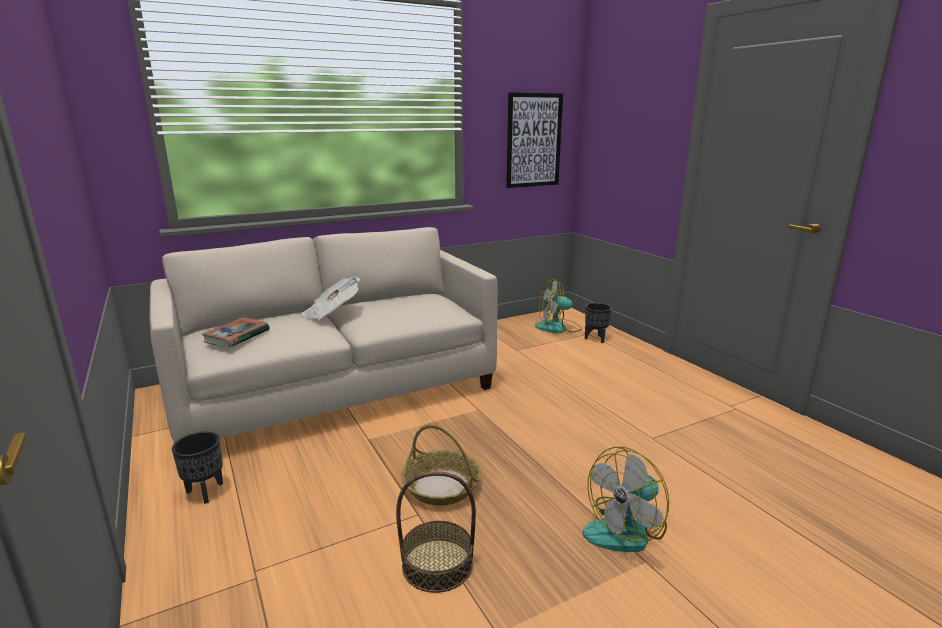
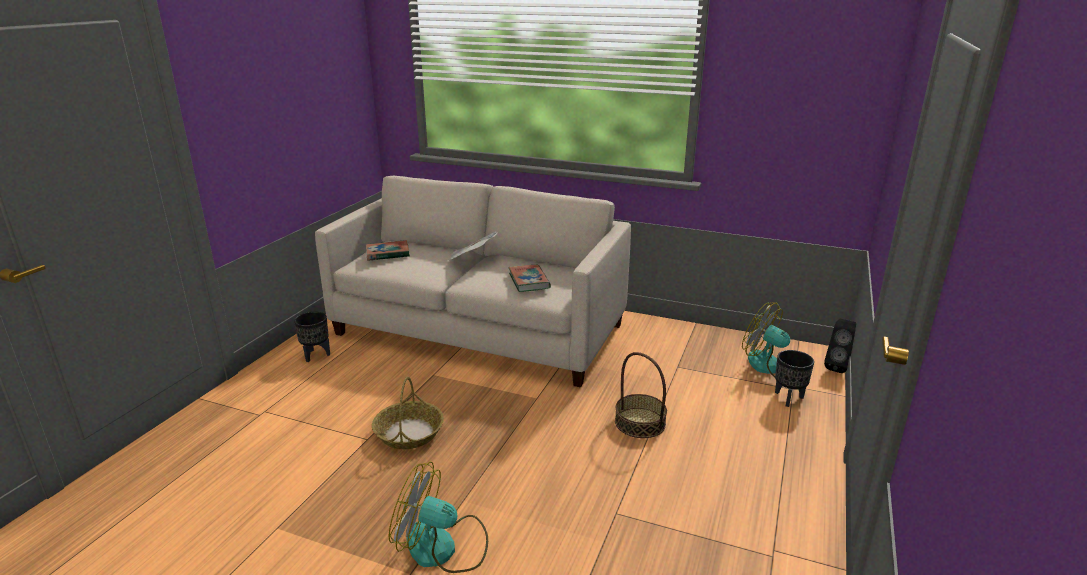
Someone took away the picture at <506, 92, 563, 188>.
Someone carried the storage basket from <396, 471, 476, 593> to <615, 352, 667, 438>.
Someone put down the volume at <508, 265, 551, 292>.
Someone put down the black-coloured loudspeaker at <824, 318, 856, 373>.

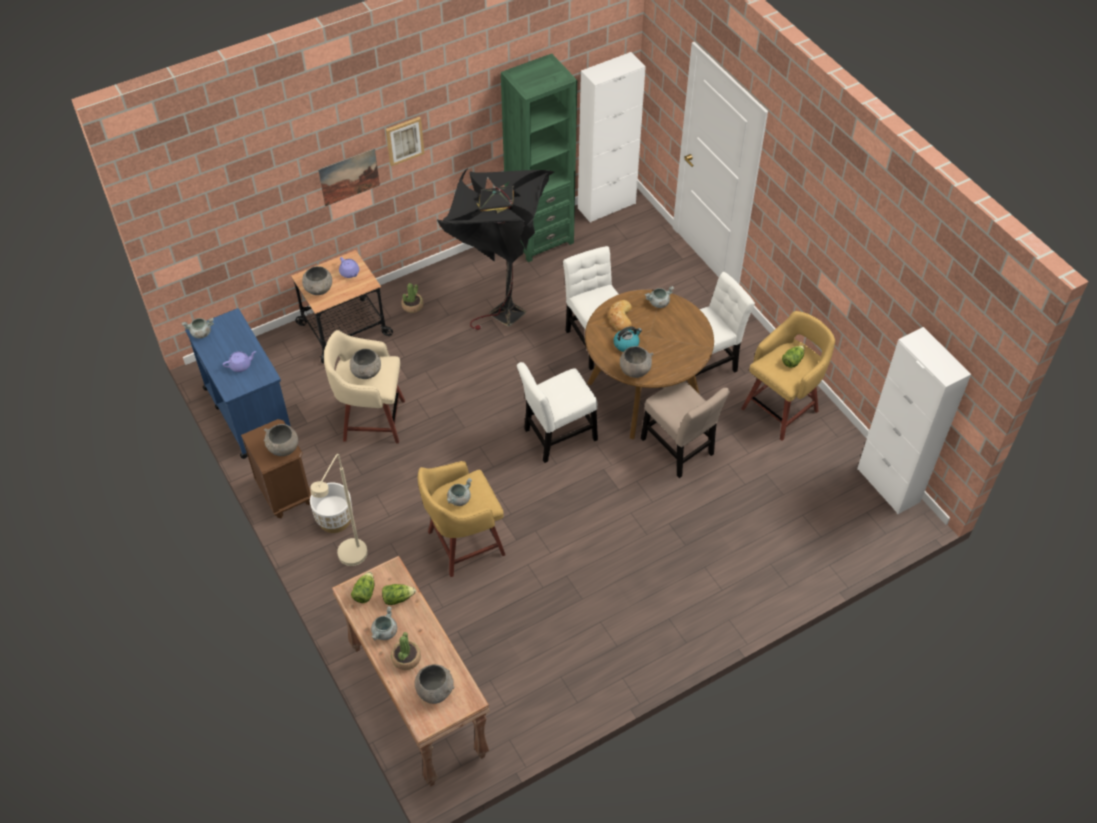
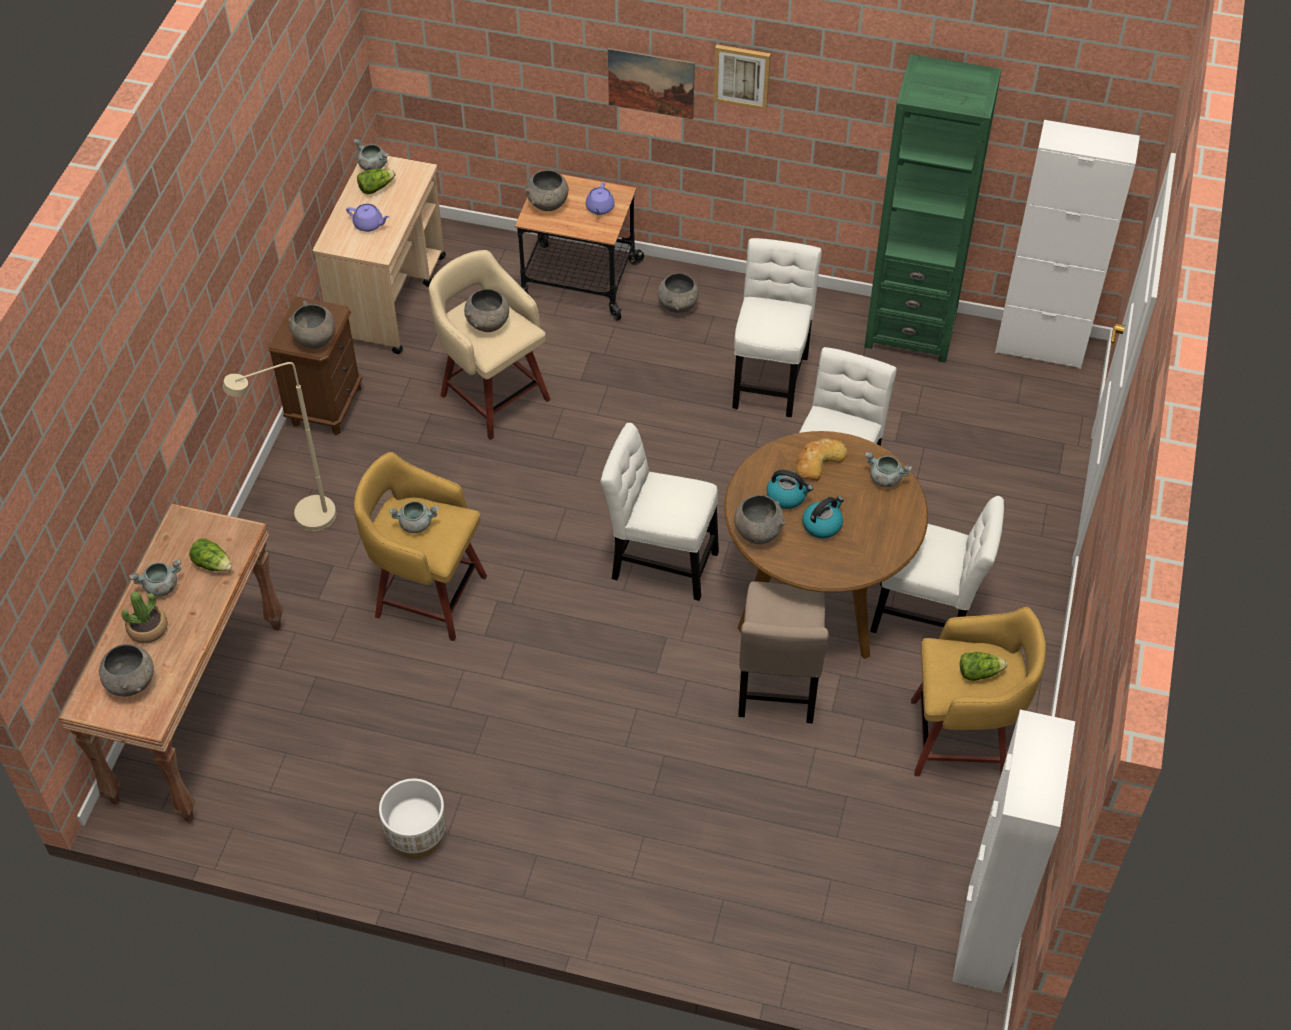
Someone swapped the black-coloured standard lamp at <437, 168, 554, 330> for the whitish upright chair at <732, 238, 822, 417>.
Someone swapped the houseplant at <401, 283, 424, 313> for the gray bowl at <658, 273, 699, 313>.
Someone repainted the blue trolley at <185, 308, 291, 459>, which became the sand-coloured trolley at <313, 156, 446, 354>.
Someone carried the whitish plant pot from <310, 483, 352, 533> to <379, 779, 446, 858>.
Someone carried the lettuce head from <351, 572, 374, 603> to <357, 169, 396, 194>.
Someone put down the kettle at <802, 496, 844, 539>.

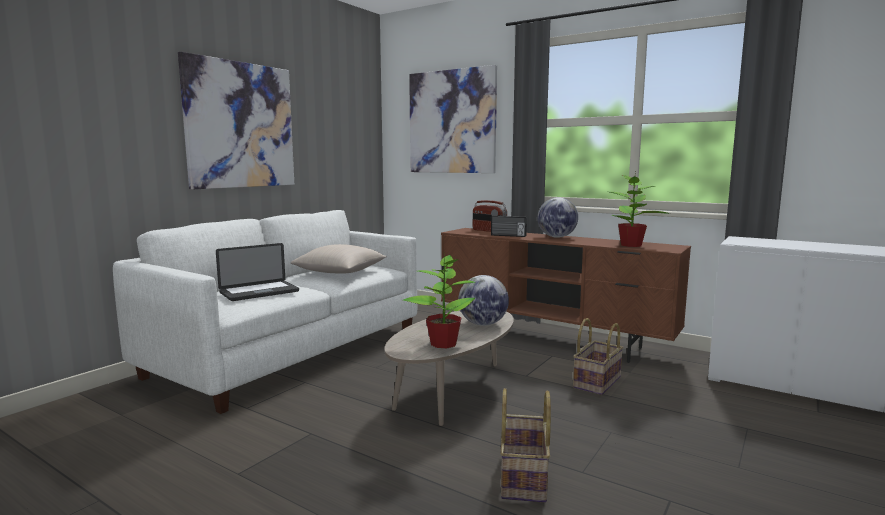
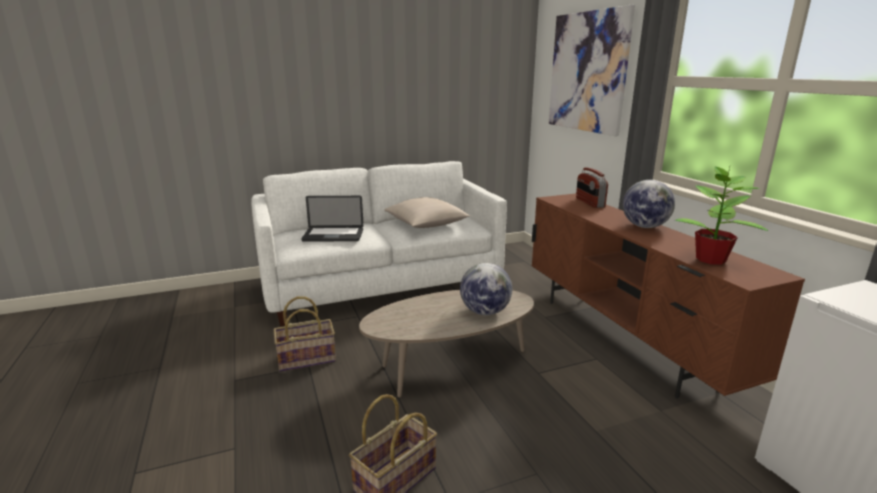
Someone took away the picture at <178, 52, 294, 190>.
Someone took away the radio set at <491, 216, 527, 237>.
Someone took away the houseplant at <403, 255, 475, 348>.
Someone carried the storage basket from <573, 318, 624, 395> to <274, 296, 336, 372>.

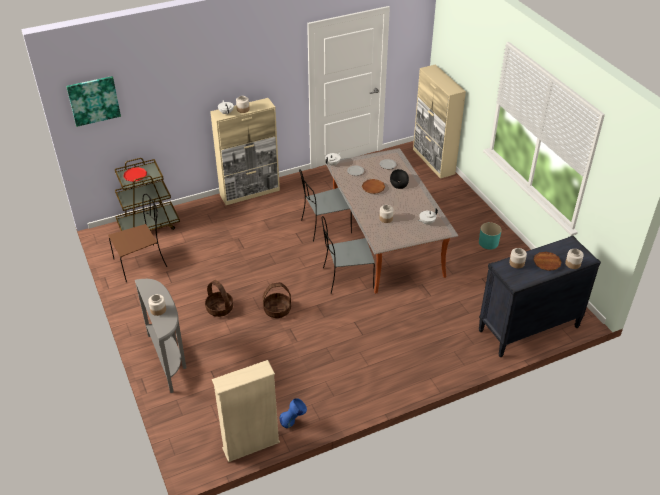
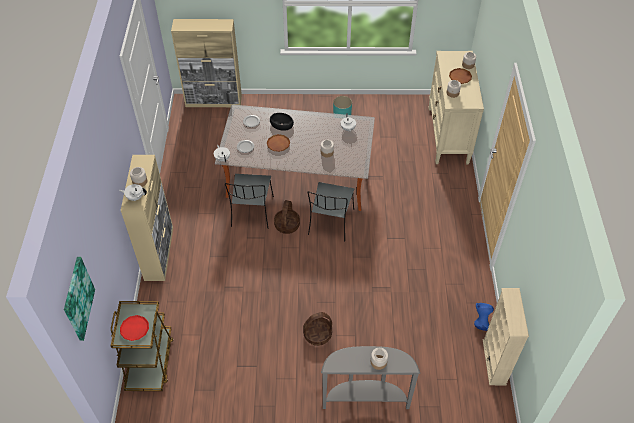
Someone took away the brown-coloured upright chair at <108, 194, 167, 282>.
Someone repainted the black-coloured drawer chest at <479, 236, 601, 358>, which became the sand-coloured drawer chest at <428, 51, 484, 165>.
Someone carried the storage basket from <263, 282, 291, 318> to <274, 200, 300, 234>.

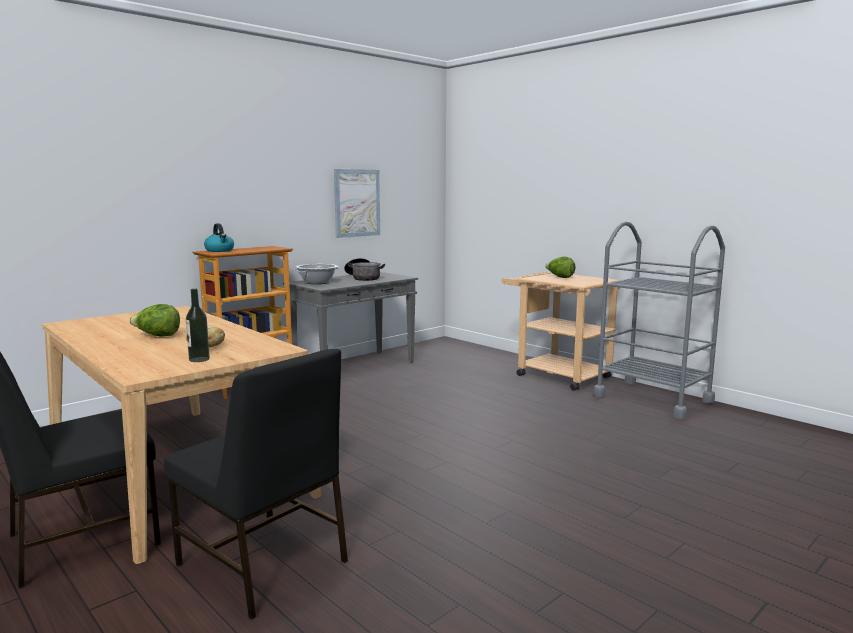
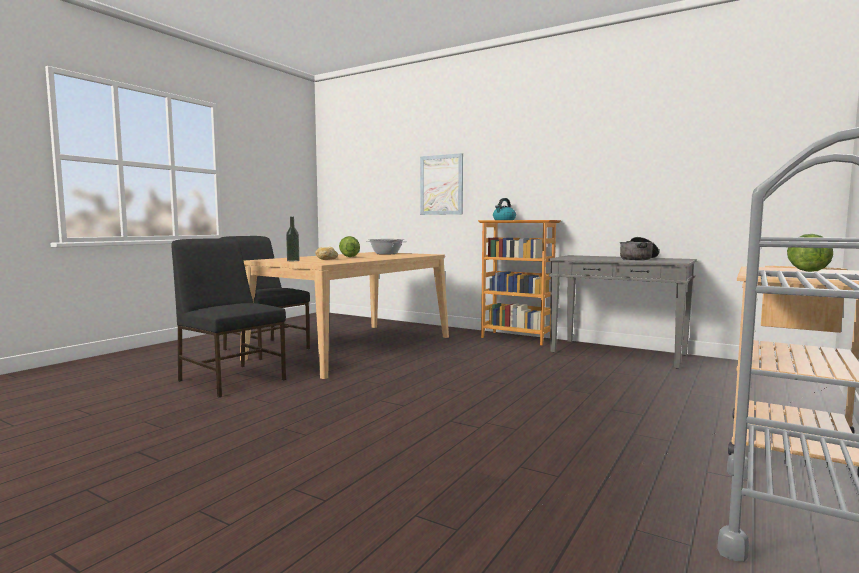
Someone carried the picture from <334, 169, 380, 238> to <420, 153, 463, 215>.
Someone carried the cooking pot from <292, 264, 341, 284> to <366, 239, 407, 254>.
Someone rotated the black-coloured upright chair at <164, 349, 348, 620> by 105 degrees clockwise.

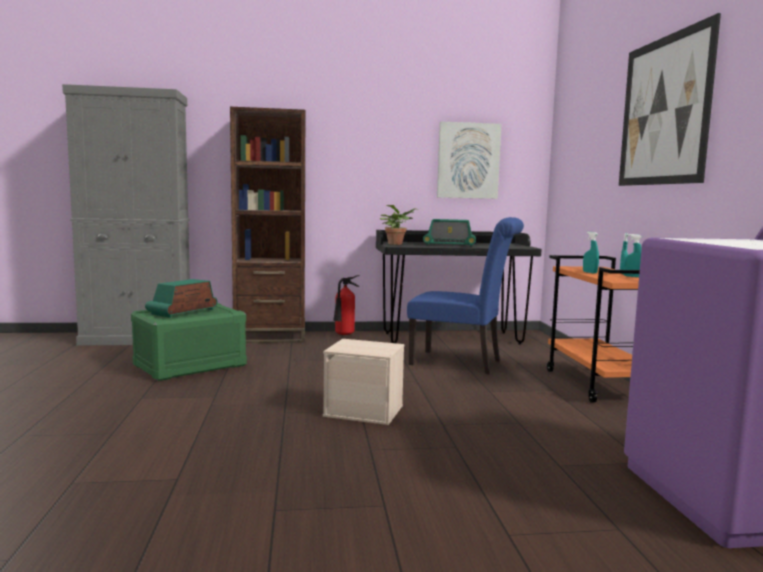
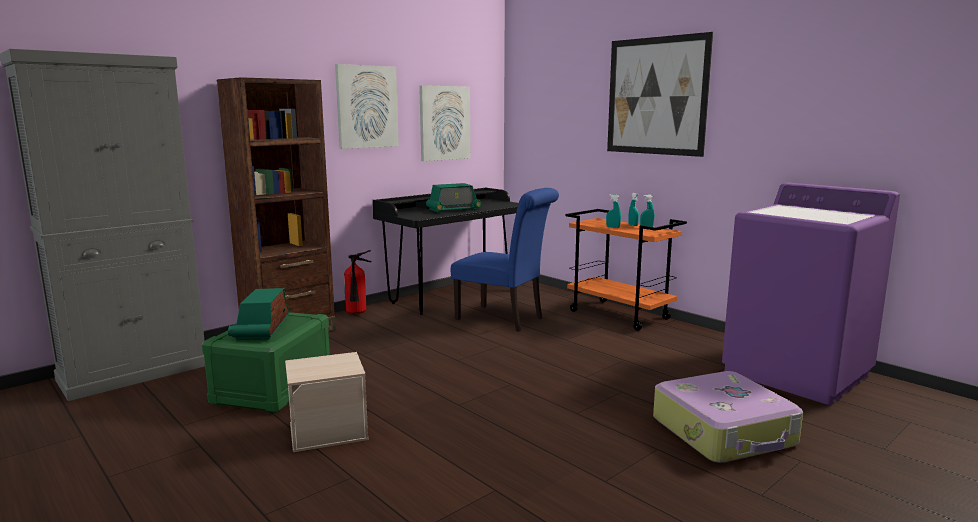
Someone took away the houseplant at <380, 205, 418, 245>.
Someone rotated the blue upright chair at <407, 217, 524, 374> by 45 degrees clockwise.
Someone carried the sand-coloured storage container from <323, 339, 404, 425> to <285, 352, 369, 452>.
Someone put up the picture at <335, 64, 399, 149>.
Someone put down the piece of luggage at <653, 371, 803, 463>.

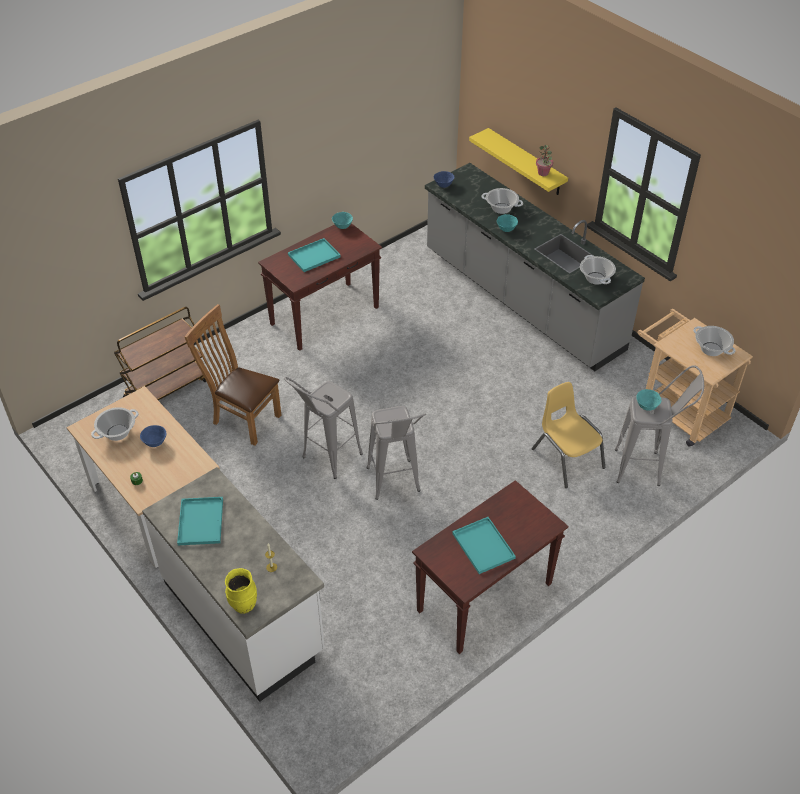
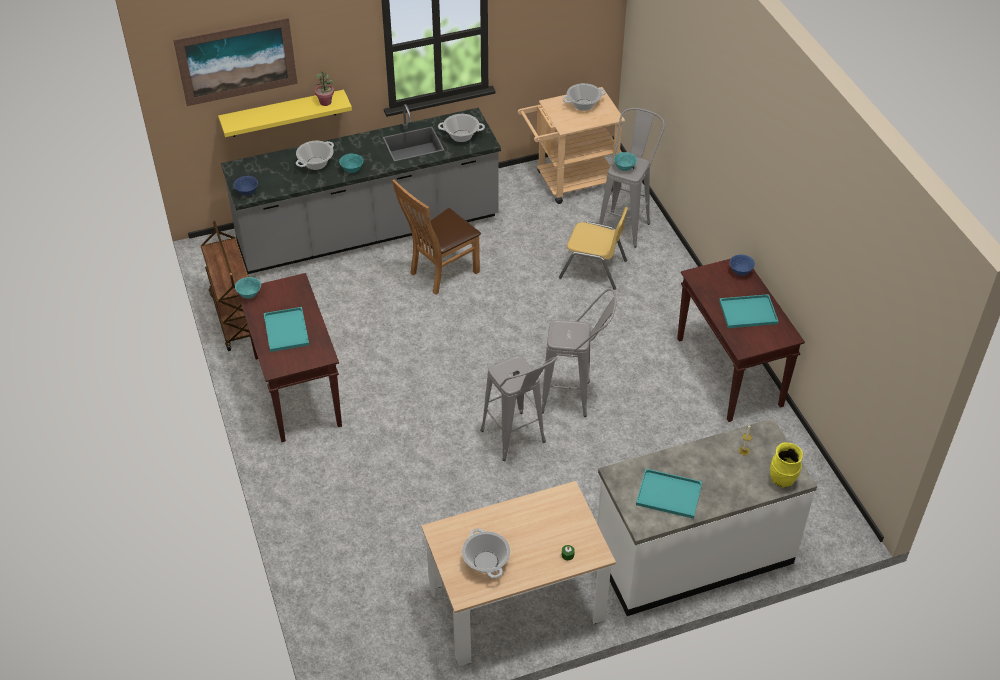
Someone carried the brown-coloured upright chair from <185, 304, 281, 446> to <392, 179, 481, 295>.
Someone carried the brown-coloured trolley from <114, 307, 207, 400> to <200, 221, 250, 351>.
Someone rotated the yellow upright chair at <532, 382, 605, 488> by 150 degrees counterclockwise.
Someone carried the blue bowl from <140, 425, 166, 447> to <730, 254, 755, 276>.
Someone put up the picture at <173, 17, 298, 106>.

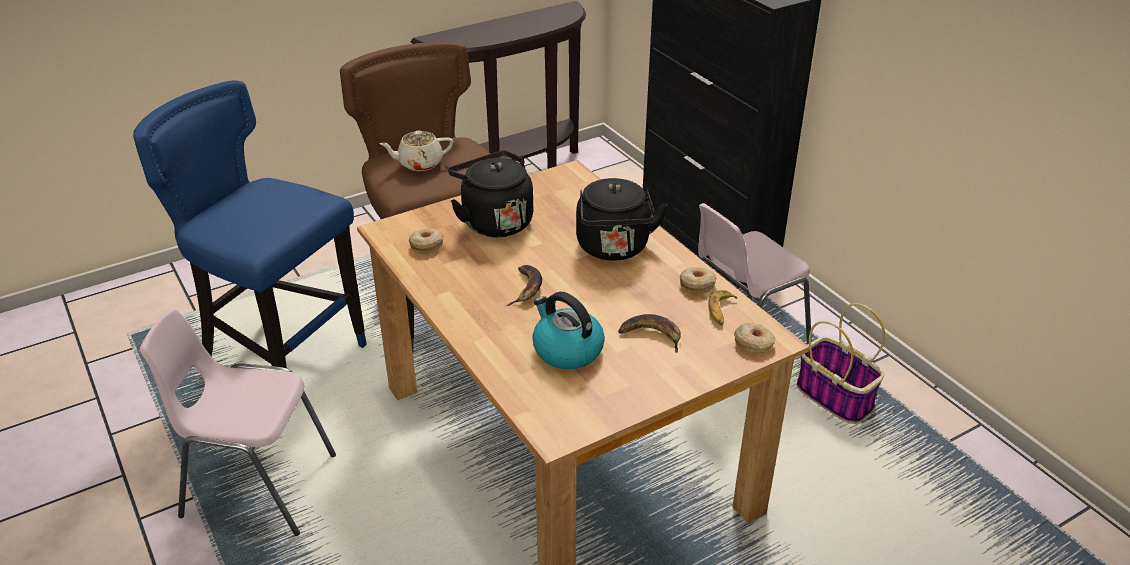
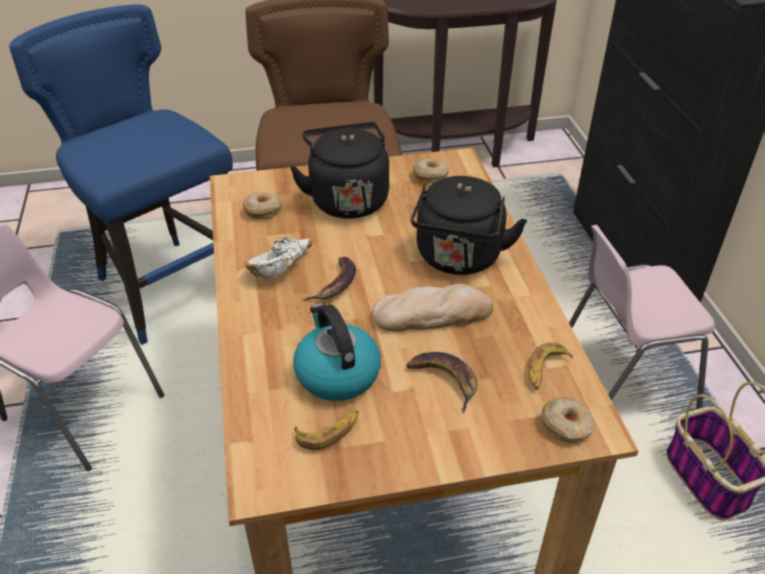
Someone took away the sand-coloured pot for tea at <379, 131, 453, 171>.
Someone carried the donut from <680, 267, 716, 294> to <413, 158, 449, 184>.
Someone put down the whitish bowl at <245, 237, 312, 279>.
Someone put down the bakery bread at <372, 284, 493, 332>.
Someone put down the banana at <294, 410, 359, 450>.

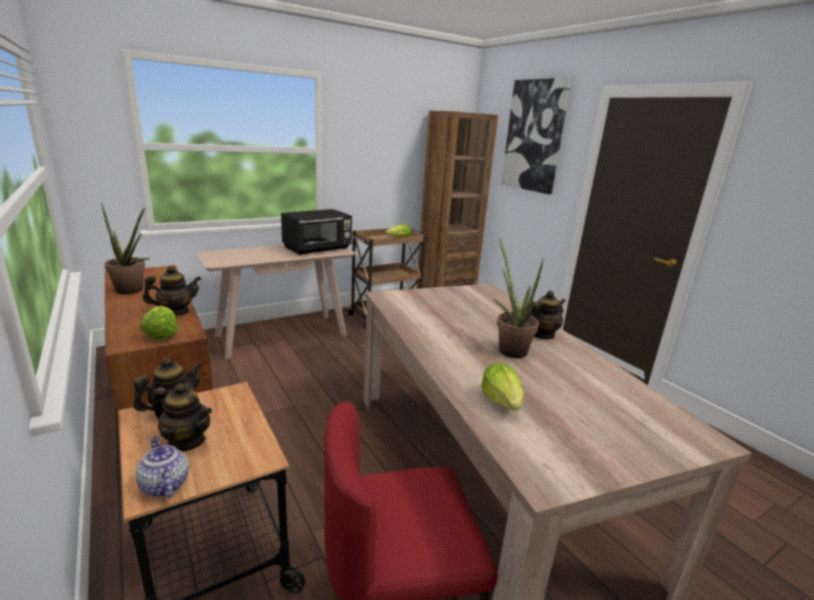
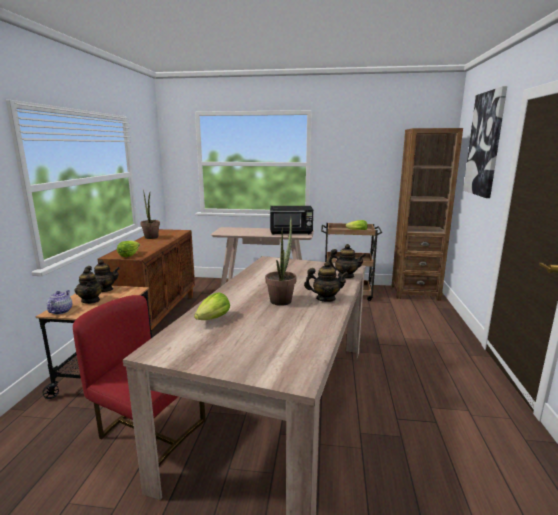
Someone carried the pot for tea from <143, 266, 201, 316> to <328, 244, 366, 278>.

